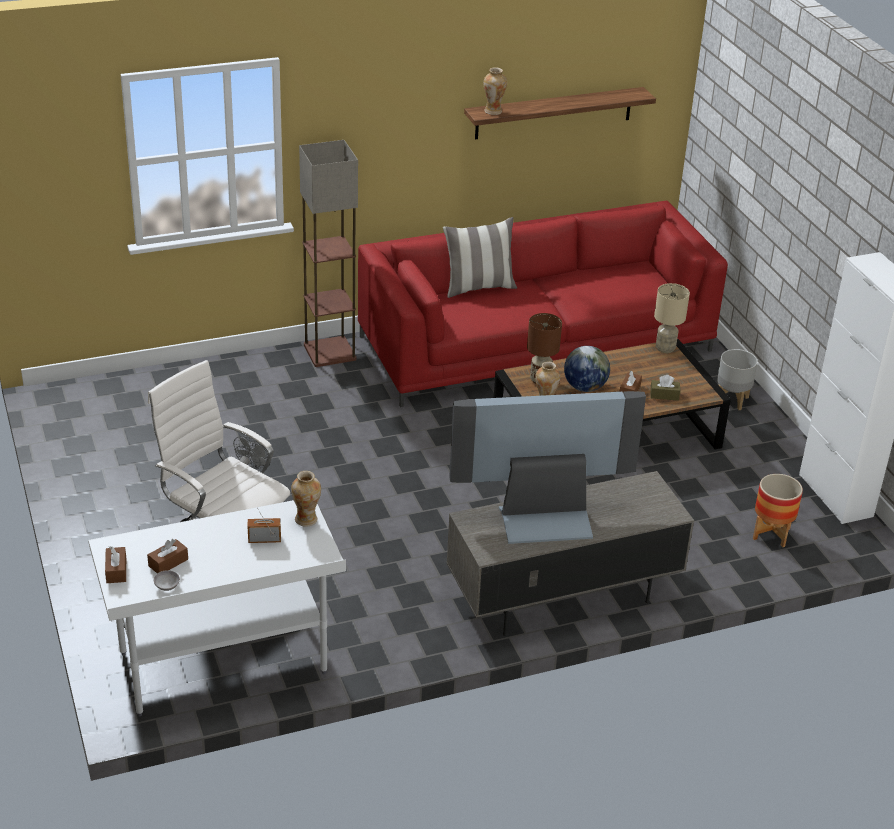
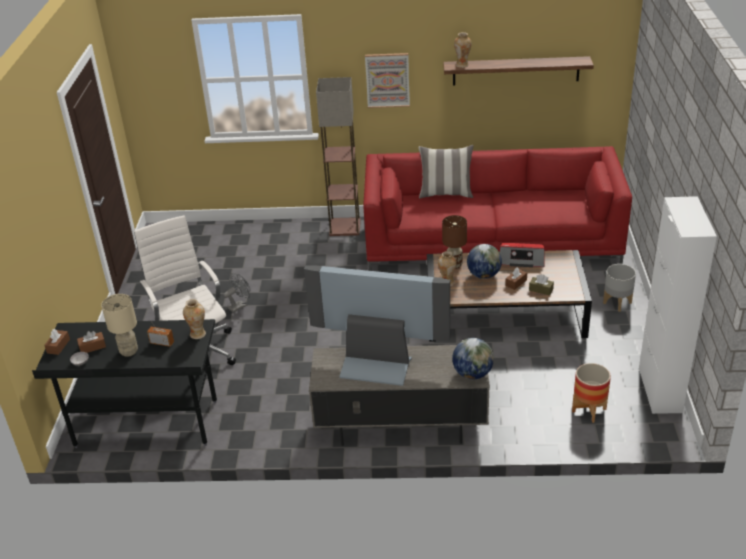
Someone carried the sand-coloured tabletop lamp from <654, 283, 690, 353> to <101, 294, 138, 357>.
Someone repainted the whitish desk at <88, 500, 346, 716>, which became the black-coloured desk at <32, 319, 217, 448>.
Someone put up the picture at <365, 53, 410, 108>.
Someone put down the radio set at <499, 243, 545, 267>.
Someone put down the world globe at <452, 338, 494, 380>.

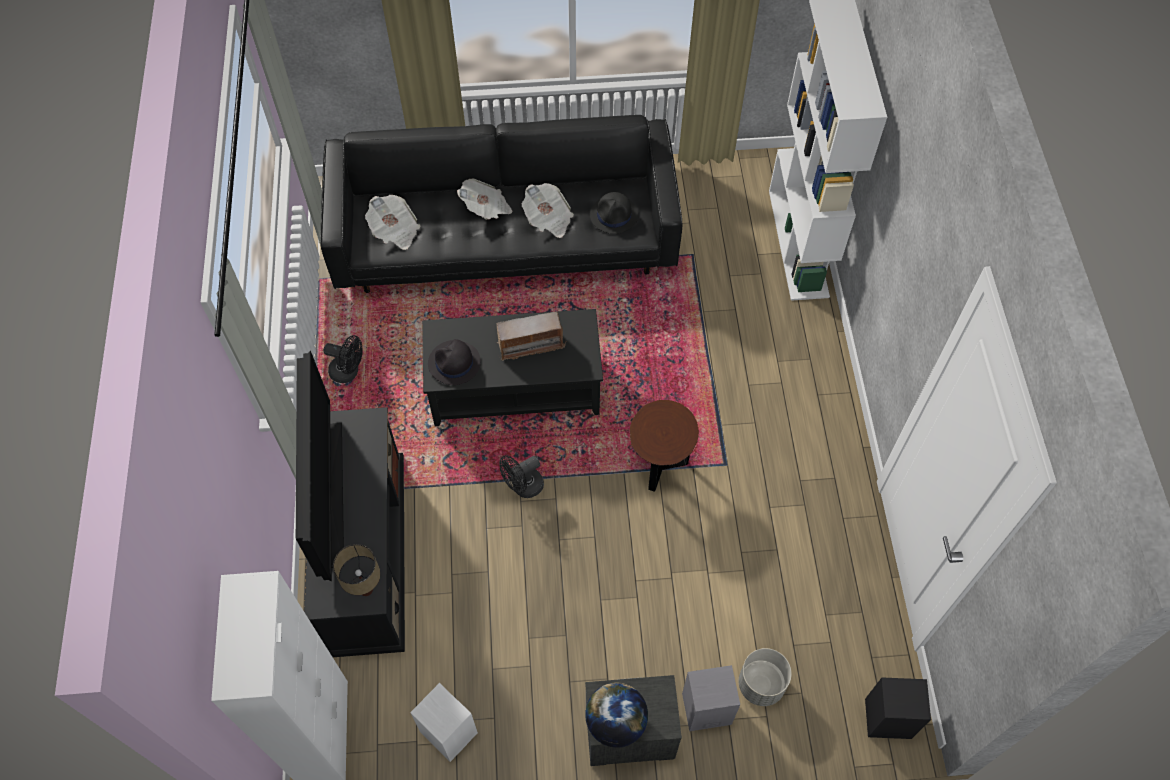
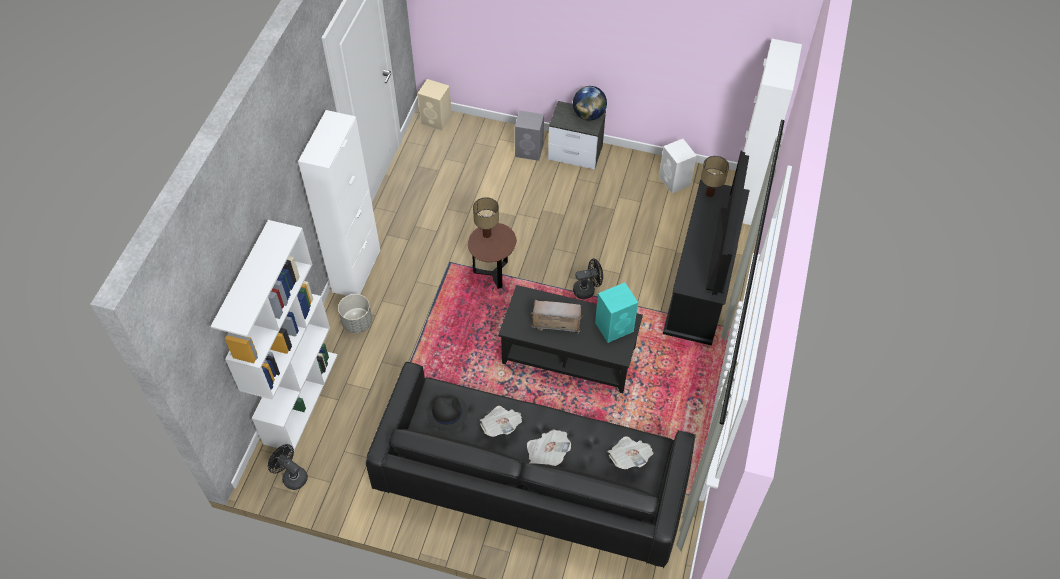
Someone carried the black-coloured fan from <323, 335, 363, 383> to <268, 444, 308, 490>.
Someone swapped the black-coloured clothing hat at <428, 339, 481, 385> for the turquoise loudspeaker at <595, 283, 638, 343>.
Someone carried the gray plant pot from <739, 648, 792, 706> to <338, 294, 372, 333>.
Someone repainted the black-coloured loudspeaker at <865, 677, 931, 739>, which became the sand-coloured loudspeaker at <417, 79, 452, 131>.
Someone put down the whitish cupboard at <298, 110, 381, 296>.
Someone put down the tabletop lamp at <473, 197, 499, 238>.

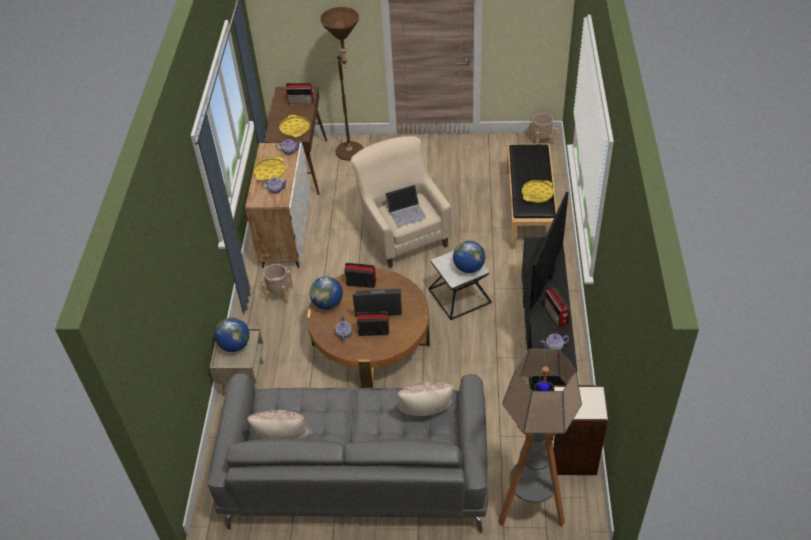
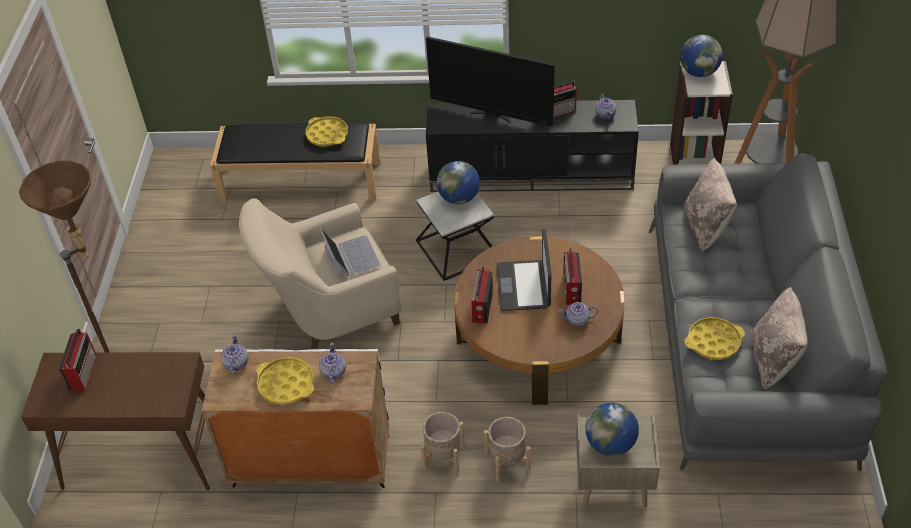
Someone carried the sand-coloured plant pot from <528, 113, 555, 145> to <484, 417, 531, 481>.
Someone carried the yellow serving tray from <279, 115, 310, 137> to <684, 317, 745, 360>.
Someone carried the world globe from <310, 276, 343, 310> to <680, 35, 723, 77>.

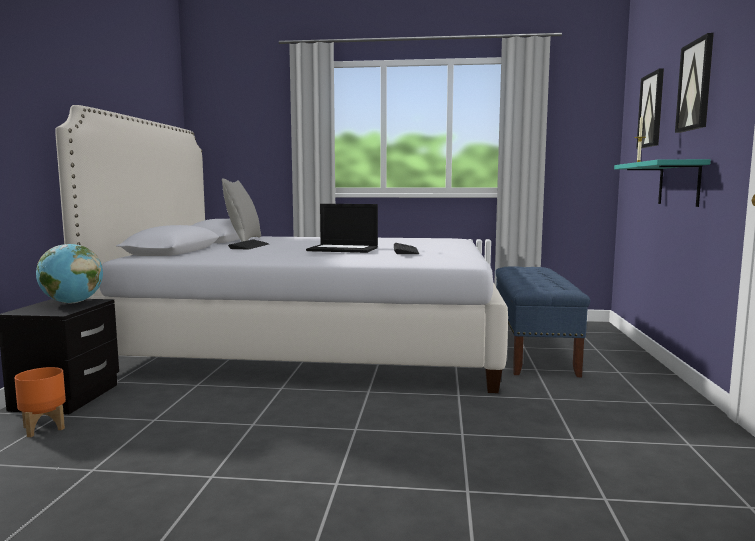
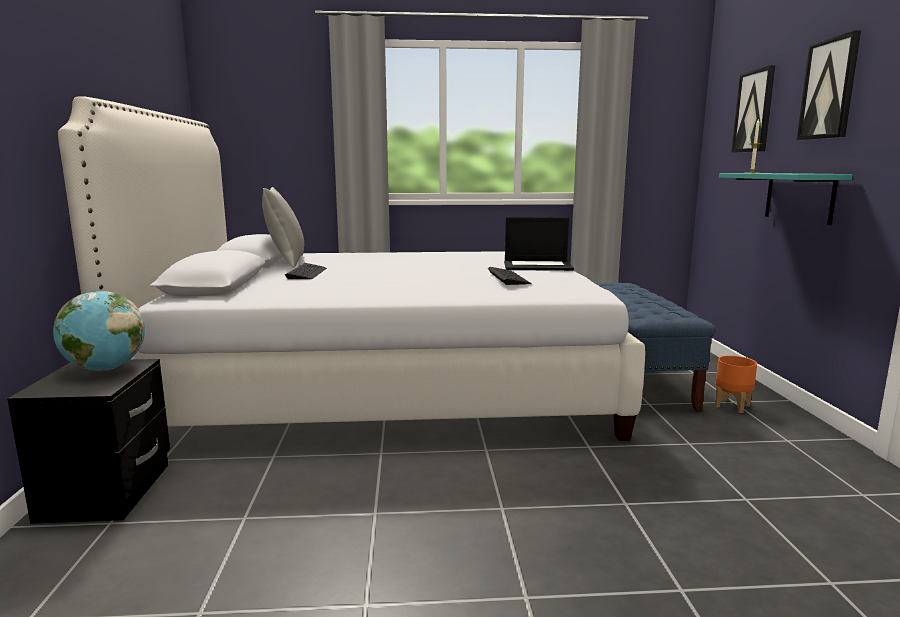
Someone carried the portable computer from <306, 204, 378, 253> to <504, 217, 574, 271>.
Someone carried the orange plant pot from <14, 367, 66, 437> to <714, 355, 757, 413>.

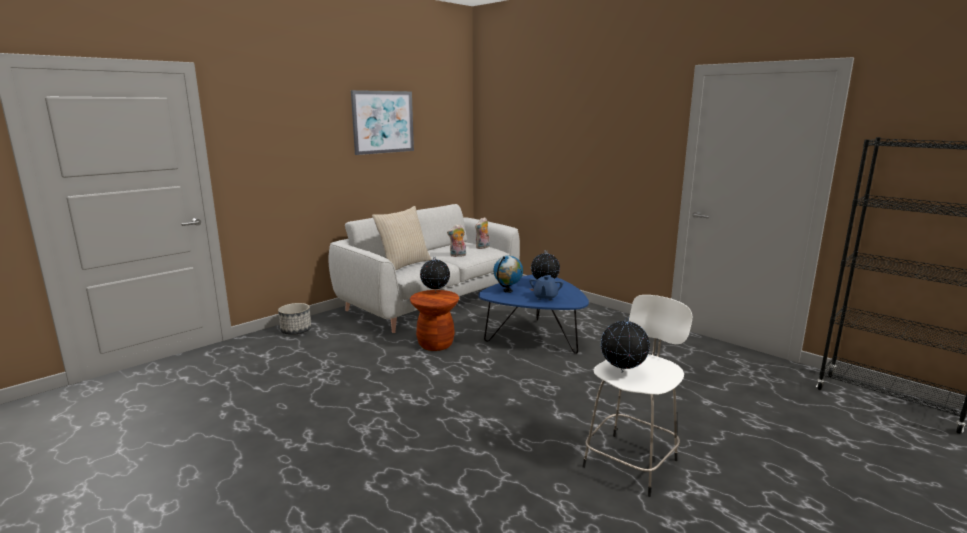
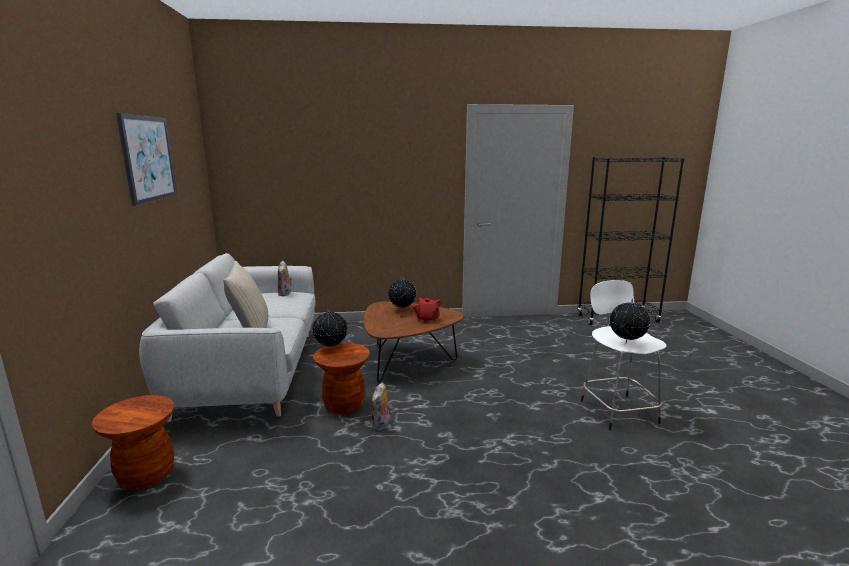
Someone carried the soft toy from <447, 224, 466, 257> to <371, 382, 391, 431>.
Someone took away the world globe at <494, 256, 523, 293>.
Someone repainted the blue lounge table at <479, 275, 589, 354>, which became the brown-coloured lounge table at <364, 301, 463, 382>.
Someone repainted the blue pot for tea at <529, 275, 563, 301>, which became the reddish pot for tea at <413, 298, 441, 323>.
Someone swapped the plant pot at <278, 303, 311, 335> for the brown-coloured sitting stool at <91, 395, 174, 490>.

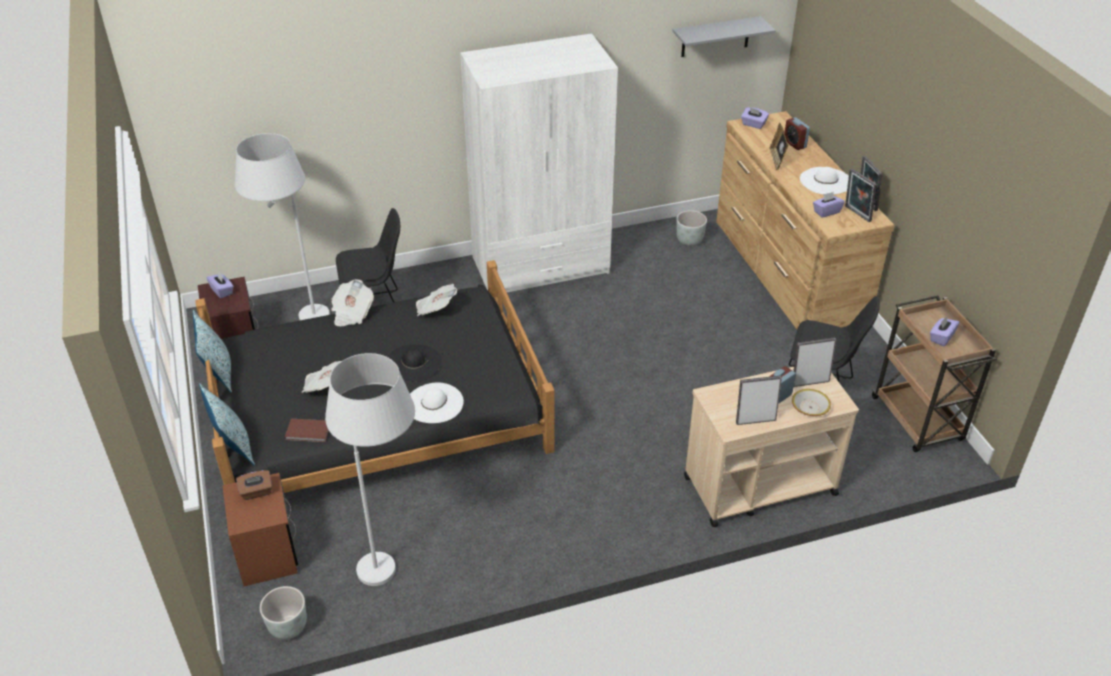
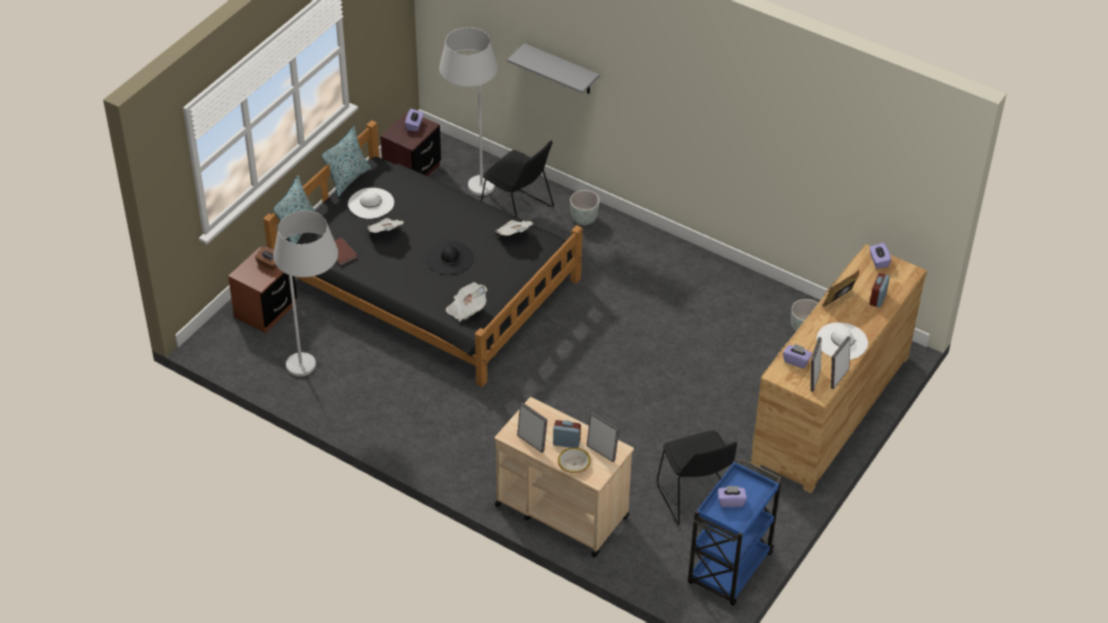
Someone carried the gray bracket shelf from <673, 16, 776, 57> to <507, 43, 600, 94>.
Someone took away the whitish wardrobe at <460, 34, 618, 292>.
Someone carried the printed paper from <331, 279, 374, 326> to <446, 282, 487, 322>.
Someone repainted the brown-coloured trolley at <872, 295, 997, 452>, which became the blue trolley at <688, 458, 781, 606>.
Someone carried the whitish clothing hat from <410, 383, 464, 423> to <348, 188, 394, 219>.
Someone carried the gray plant pot from <260, 586, 307, 639> to <570, 190, 600, 225>.

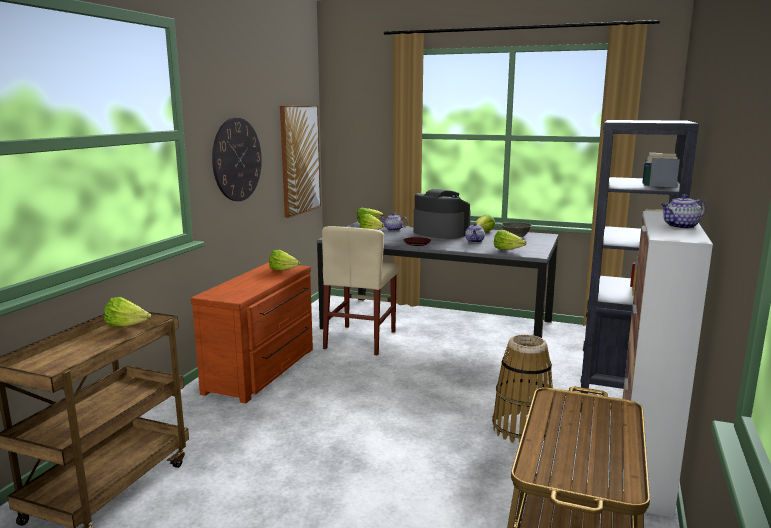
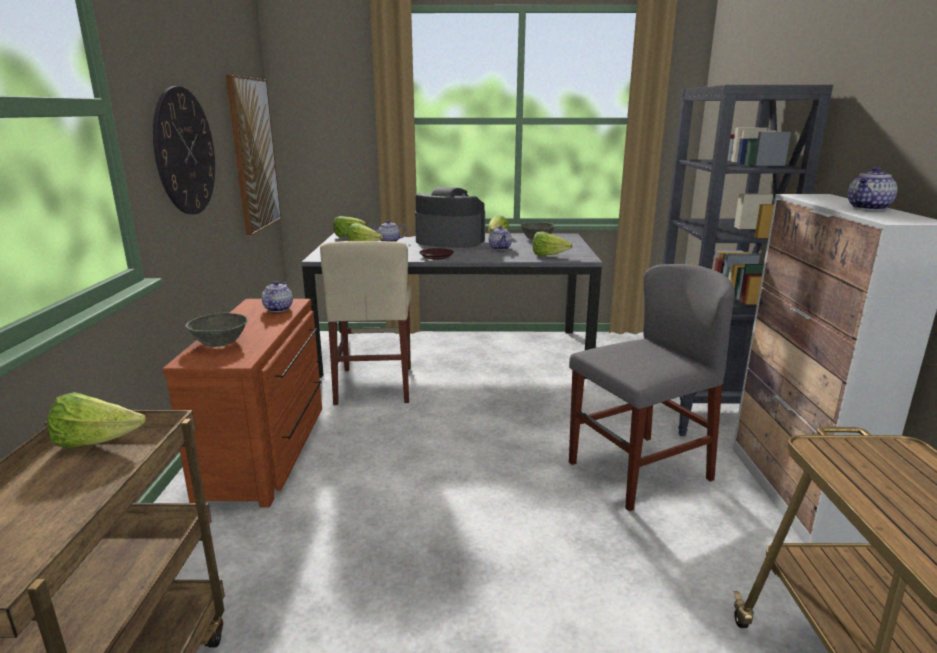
Someone swapped the lettuce head at <269, 250, 301, 270> for the pot for tea at <262, 281, 293, 312>.
Someone swapped the storage basket at <492, 334, 553, 443> for the gray upright chair at <569, 264, 735, 511>.
Someone put down the gray bowl at <185, 313, 248, 347>.

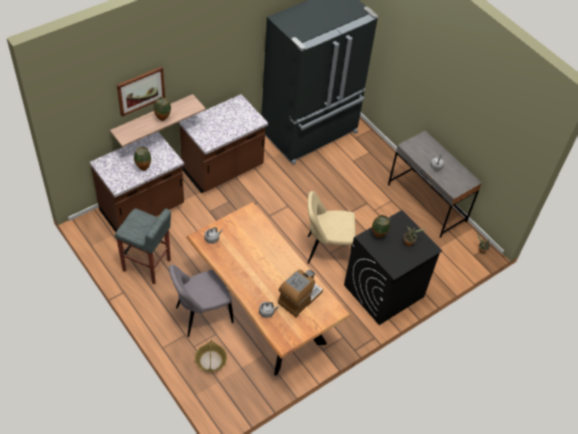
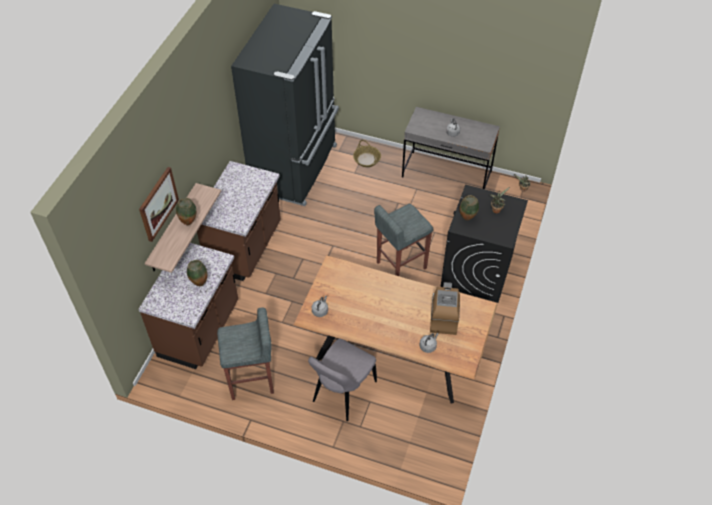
Someone swapped the sand-coloured upright chair at <308, 191, 356, 264> for the gray sitting stool at <374, 204, 434, 276>.
Someone carried the storage basket from <195, 339, 227, 372> to <353, 140, 381, 167>.

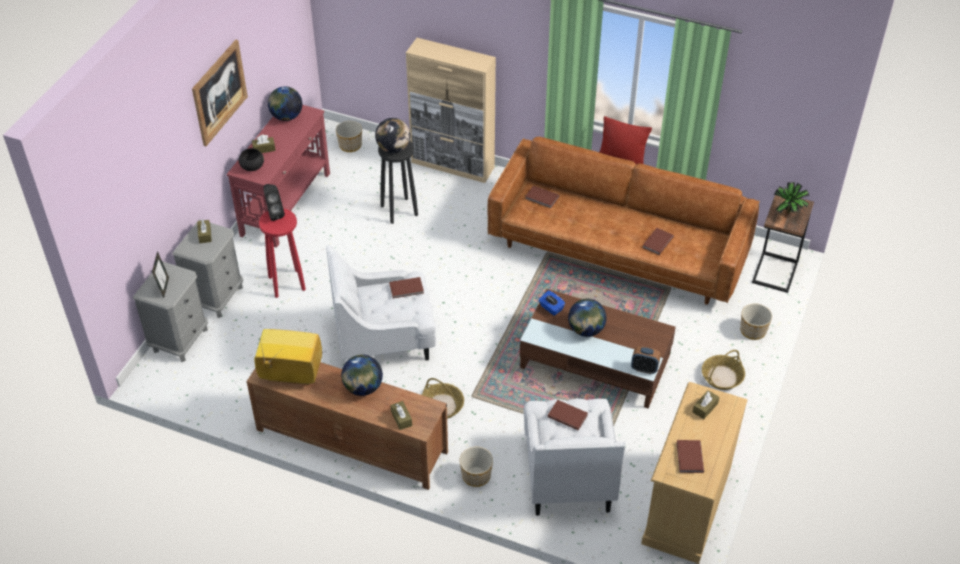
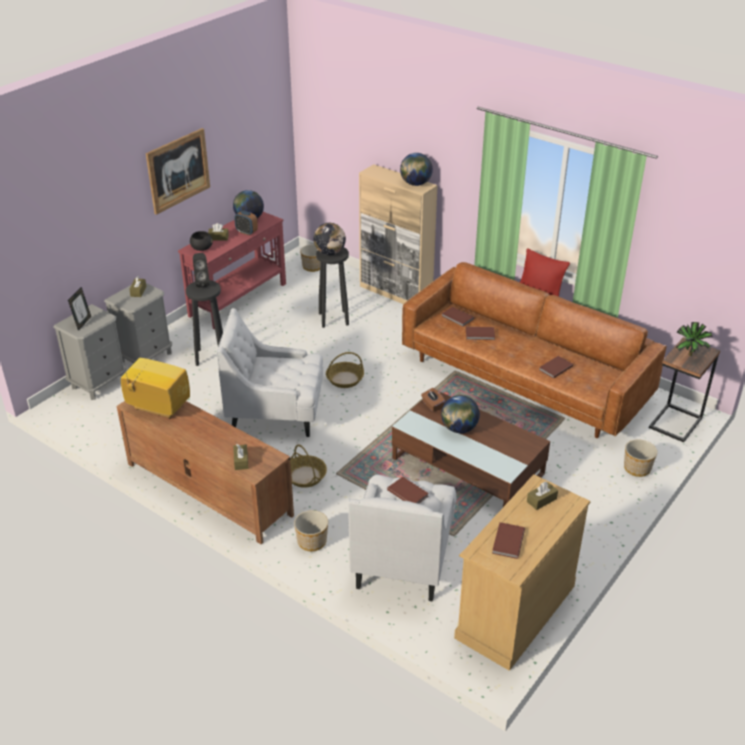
Someone repainted the reddish sitting stool at <259, 208, 306, 298>, which became the black-coloured sitting stool at <186, 280, 223, 366>.
Someone carried the brown-coloured volume from <389, 277, 424, 299> to <466, 327, 495, 340>.
Someone repainted the blue tissue box at <539, 290, 565, 316>, which became the brown-coloured tissue box at <421, 388, 445, 412>.
Someone carried the table clock from <631, 346, 661, 374> to <234, 211, 258, 235>.
Someone carried the storage basket from <702, 350, 745, 390> to <326, 352, 364, 388>.
Someone carried the world globe from <341, 355, 383, 396> to <400, 153, 433, 186>.

